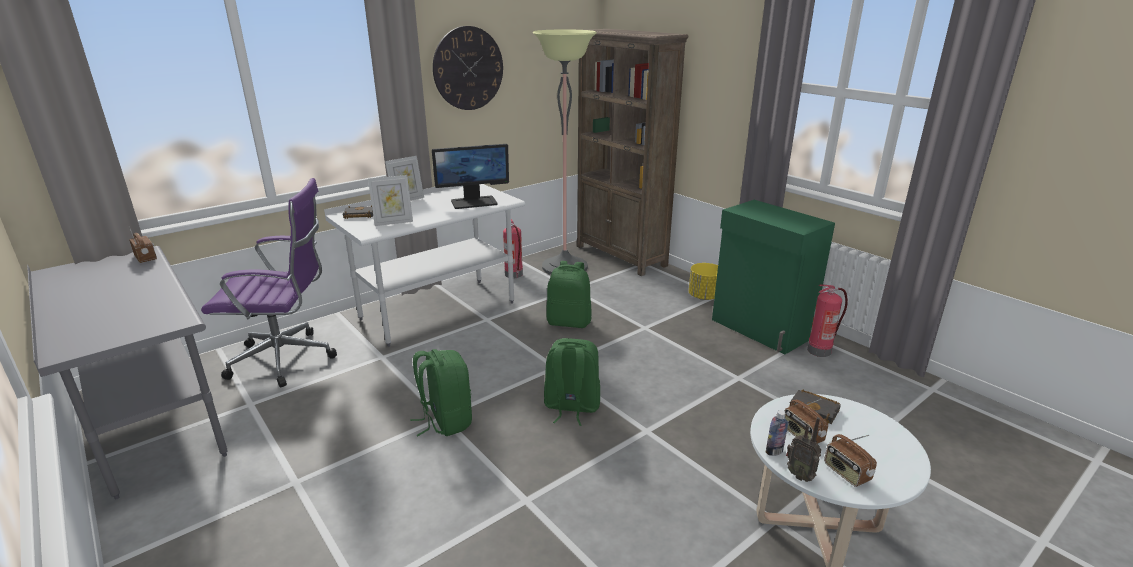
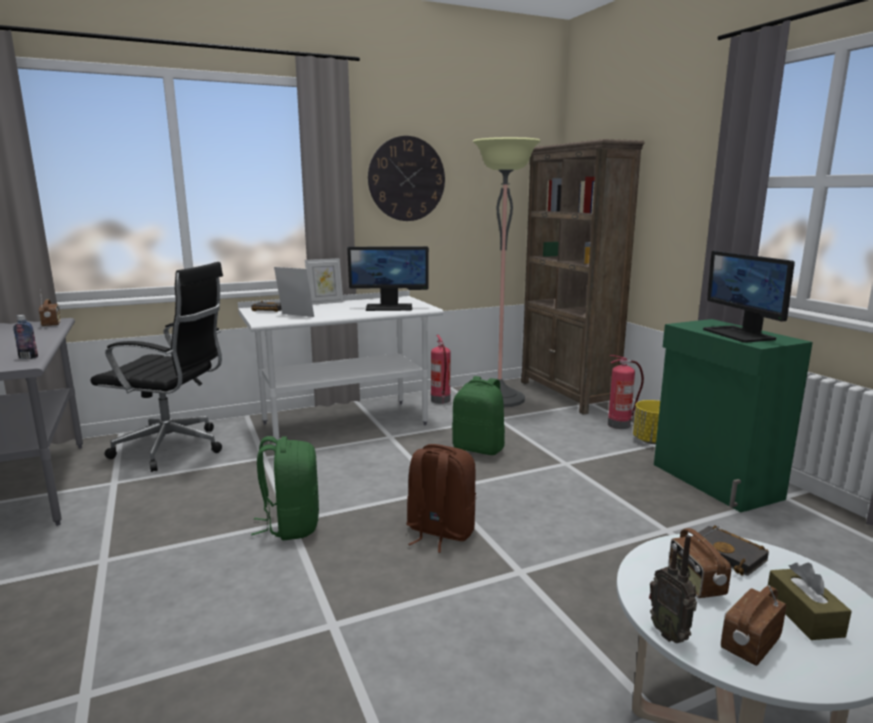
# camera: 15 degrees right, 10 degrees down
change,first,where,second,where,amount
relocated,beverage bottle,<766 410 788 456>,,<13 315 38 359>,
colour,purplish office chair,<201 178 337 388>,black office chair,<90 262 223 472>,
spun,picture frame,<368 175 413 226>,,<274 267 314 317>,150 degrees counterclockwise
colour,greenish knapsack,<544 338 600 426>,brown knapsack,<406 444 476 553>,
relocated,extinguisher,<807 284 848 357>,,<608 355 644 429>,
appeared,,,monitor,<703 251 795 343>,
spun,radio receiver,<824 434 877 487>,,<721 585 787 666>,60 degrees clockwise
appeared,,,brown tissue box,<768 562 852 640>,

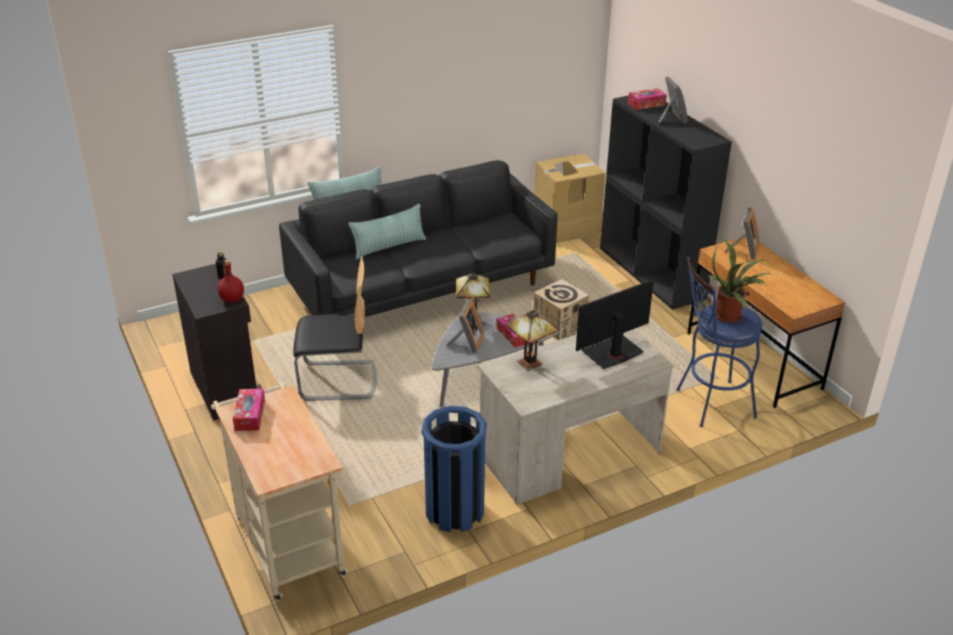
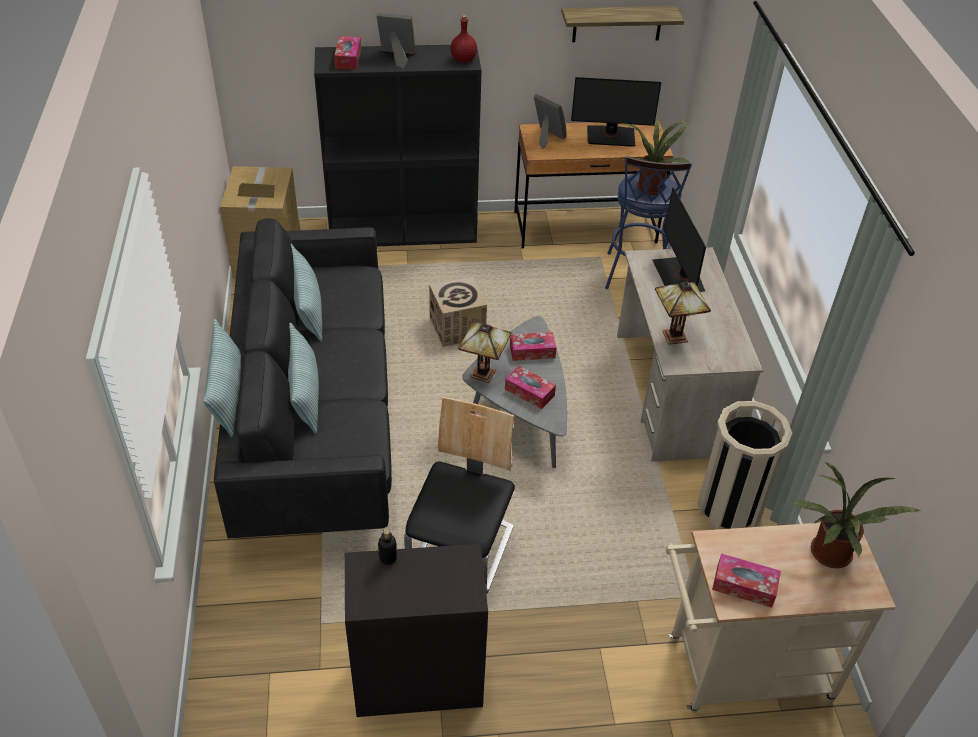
# camera: 70 degrees left, 10 degrees up
change,first,where,second,where,amount
appeared,,,pillow,<291 244 322 342>,
relocated,red beverage bottle,<218 260 244 303>,,<451 15 477 62>,
exchanged,picture frame,<447 299 484 353>,tissue box,<505 366 556 409>,
appeared,,,wall shelf,<561 6 684 42>,
appeared,,,monitor,<571 77 661 147>,
colour,bluish rubbish bin,<421 406 487 532>,beige rubbish bin,<698 401 792 529>,
appeared,,,plant in a pot,<793 462 921 568>,

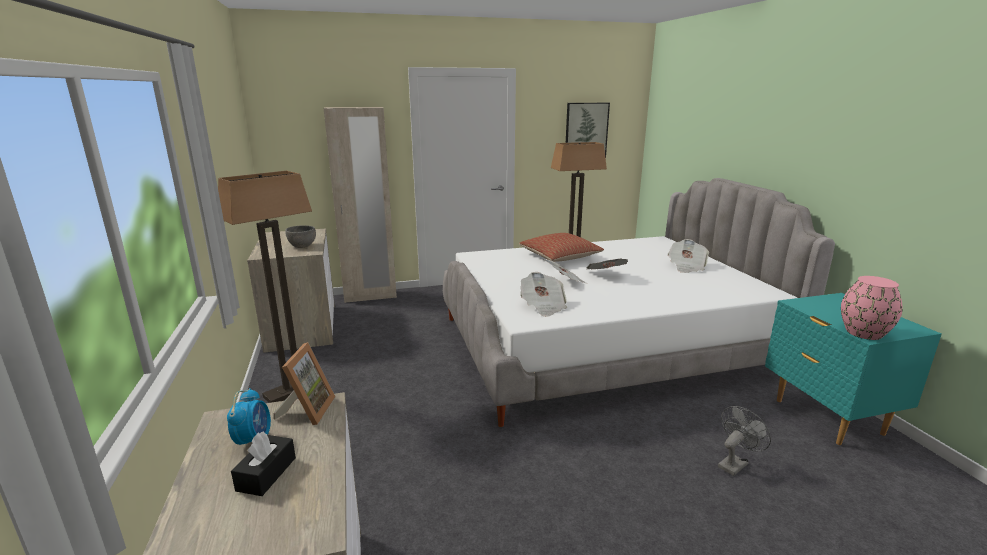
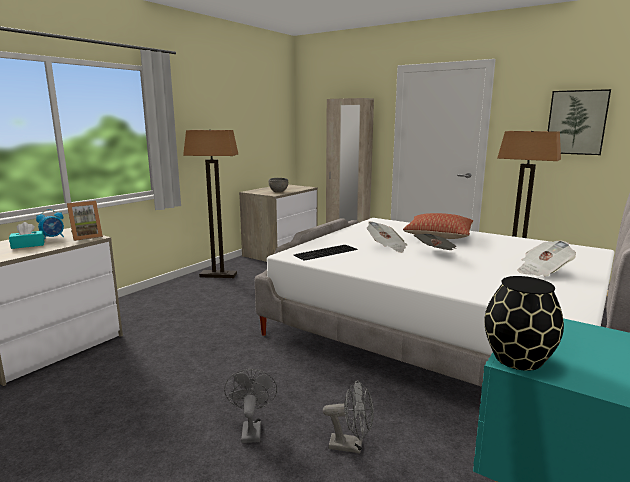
# camera: 50 degrees right, 5 degrees down
change,first,where,second,where,amount
colour,black tissue box,<231 432 296 496>,turquoise-coloured tissue box,<9 222 44 249>,
appeared,,,gray cooling fan,<224 369 277 443>,
exchanged,daily paper,<520 272 567 317>,computer keyboard,<294 245 357 261>,
colour,pink vase,<841 276 903 340>,black vase,<484 276 564 371>,

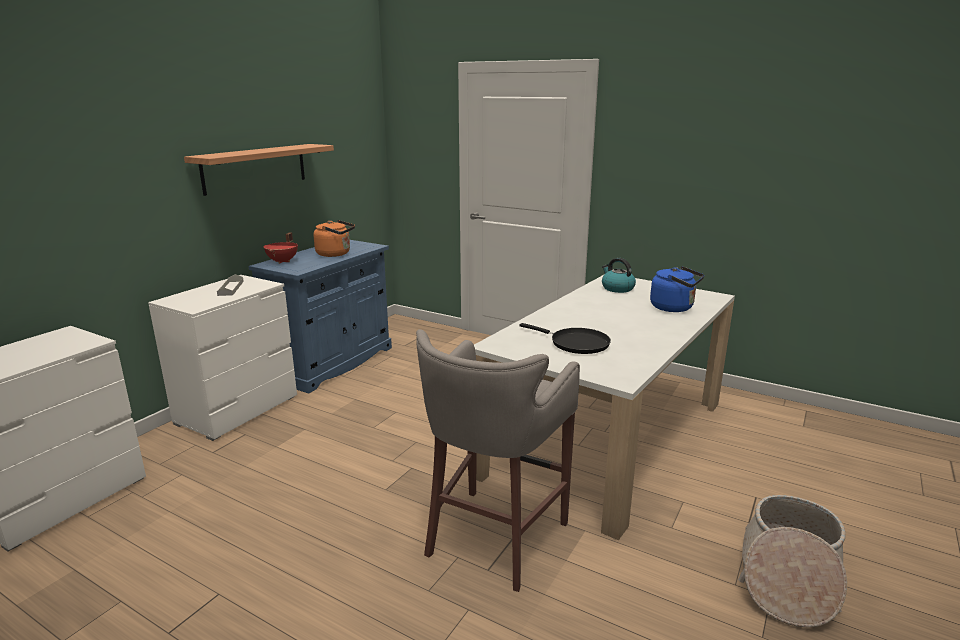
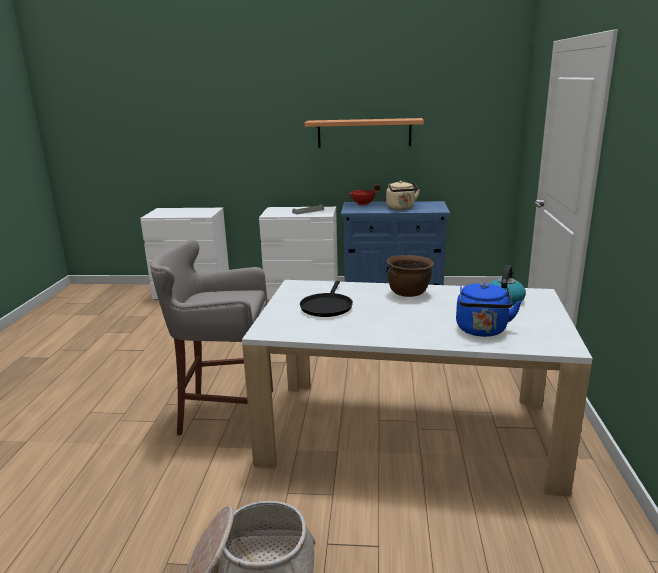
# camera: 65 degrees right, 0 degrees up
change,first,where,second,where,amount
colour,orangey water kettle,<313 220 355 257>,beige water kettle,<386 180 420 210>,
appeared,,,brown saucepot,<387 255 434 297>,

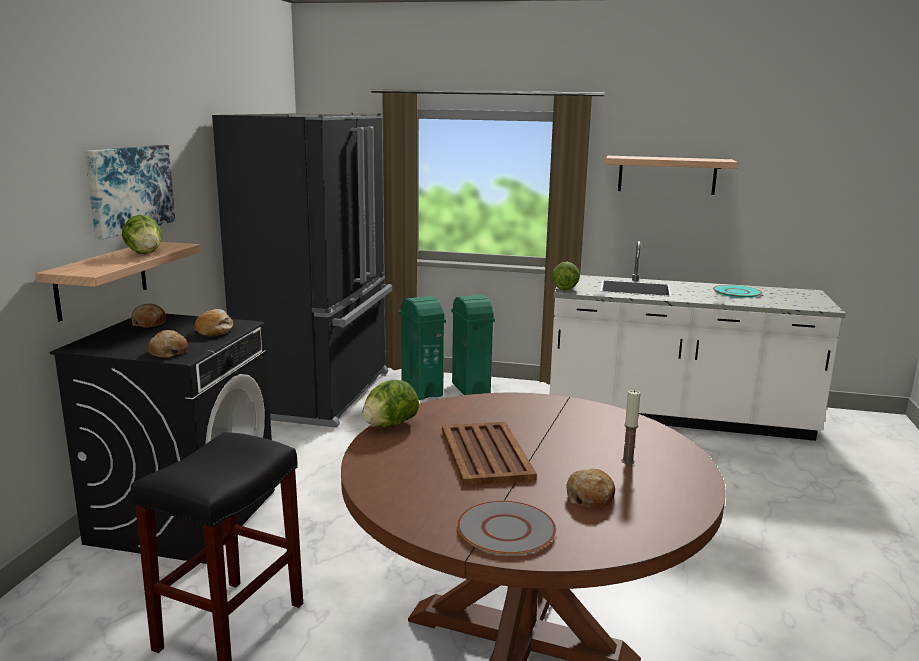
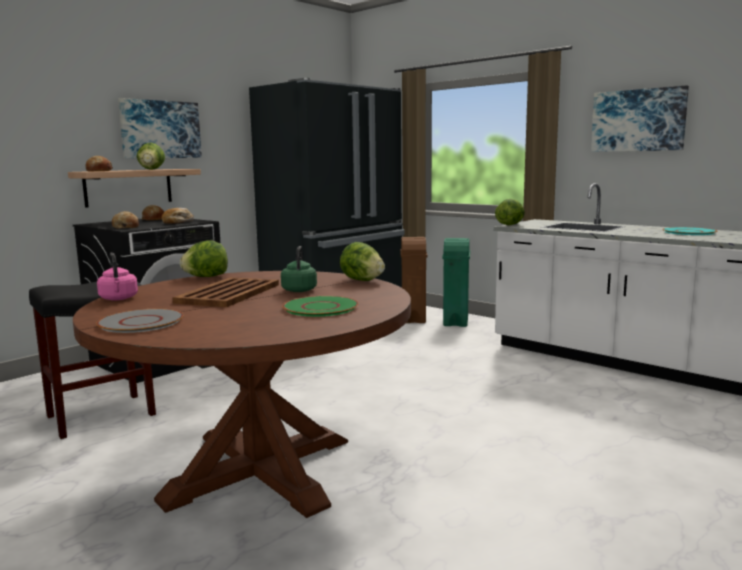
# camera: 30 degrees right, 5 degrees down
change,first,where,second,where,amount
relocated,bakery bread,<566 469 615 509>,,<85 156 113 171>,
appeared,,,pink water kettle,<97 252 138 300>,
appeared,,,greenish water kettle,<281 246 317 292>,
exchanged,wax candle,<621 390 640 465>,greenish dinner plate,<282 296 359 317>,
appeared,,,lettuce head,<340 242 385 281>,
colour,greenish rubbish bin,<399 296 446 400>,brown rubbish bin,<400 237 427 323>,
exchanged,wall shelf,<605 156 738 195>,picture,<591 85 689 152>,

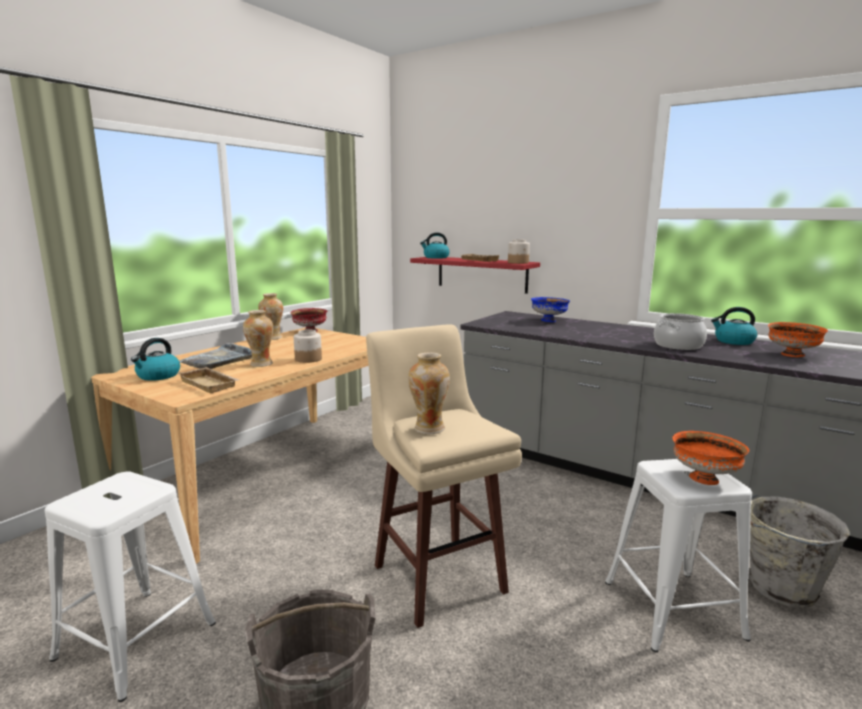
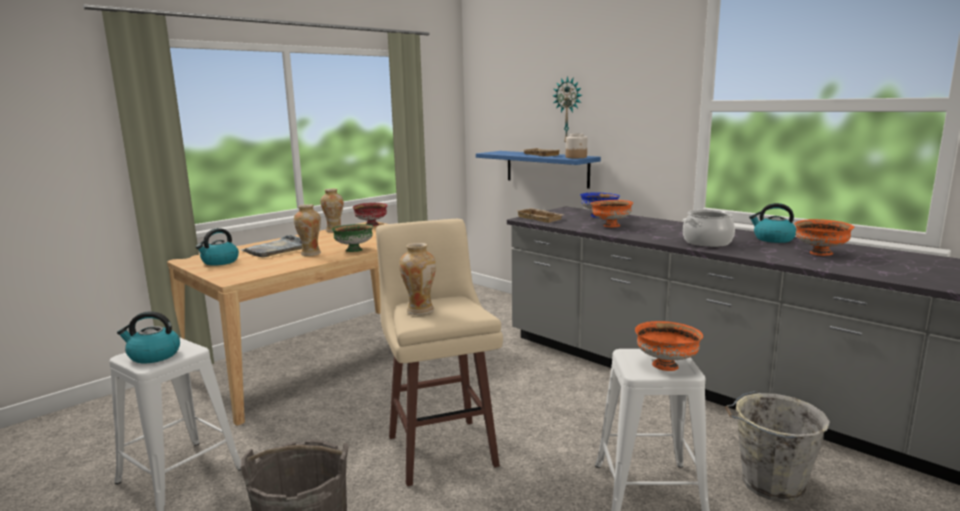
# camera: 10 degrees right, 0 degrees up
change,first,where,second,where,amount
relocated,water kettle,<420 232 450 259>,,<117 311 180 363>,
exchanged,preserve jar,<294 329 322 363>,greenish bowl,<332 224 373 252>,
colour,red wall shelf,<410 257 540 294>,bluish wall shelf,<476 151 601 189>,
relocated,beige carrying tray,<178 367 239 393>,,<516 208 563 223>,
appeared,,,hanging clock,<553 76 582 142>,
appeared,,,orangey bowl,<590 200 633 227>,

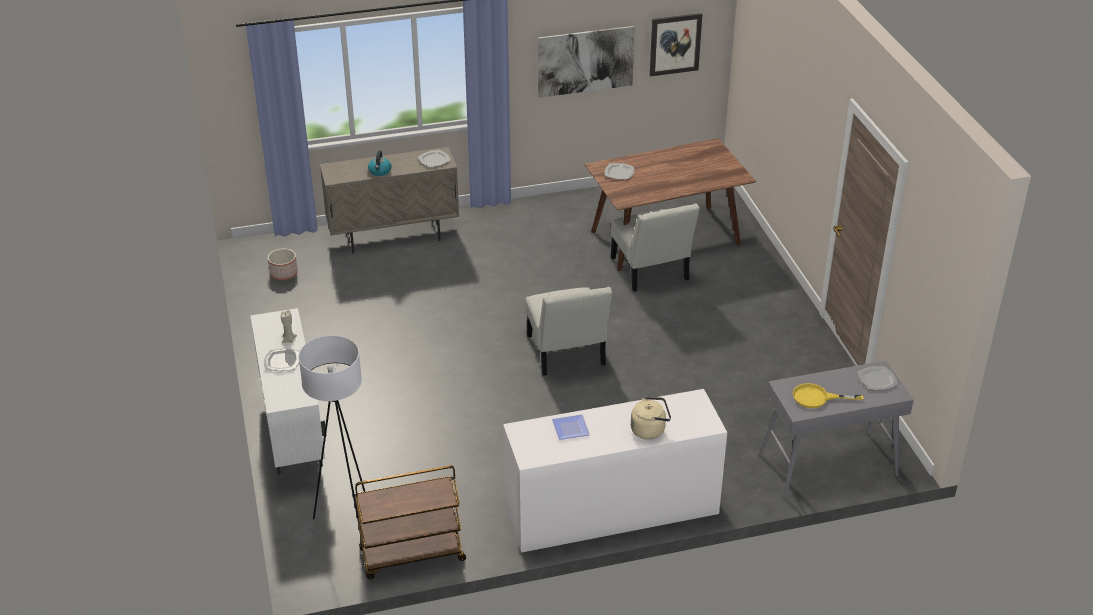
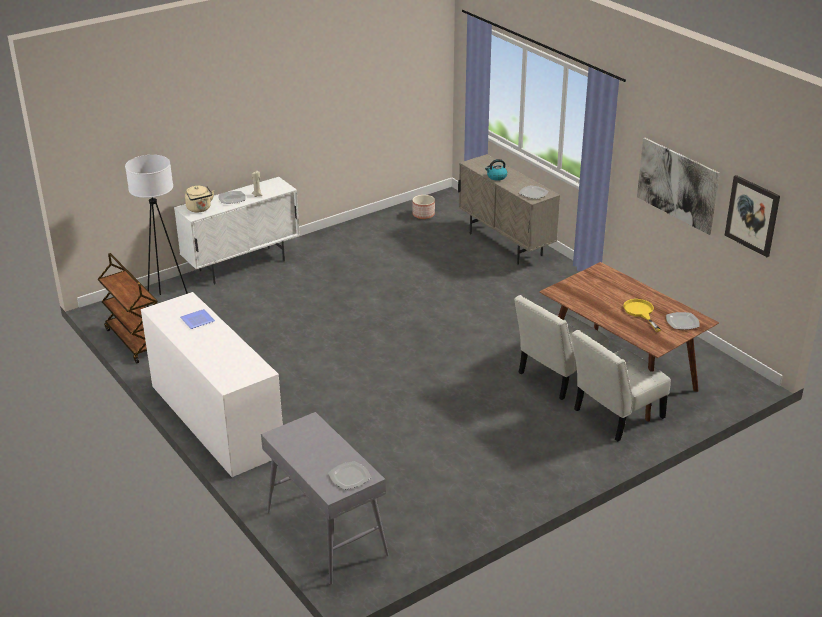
# camera: 70 degrees right, 5 degrees down
change,first,where,second,where,amount
relocated,beige water kettle,<631 397 671 440>,,<185 186 214 212>,
relocated,white plain chair,<525 287 612 376>,,<572 330 671 441>,
relocated,yellow-coloured frying pan,<793 383 864 408>,,<623 299 661 332>,
relocated,dinner plate,<605 163 634 179>,,<666 312 700 330>,

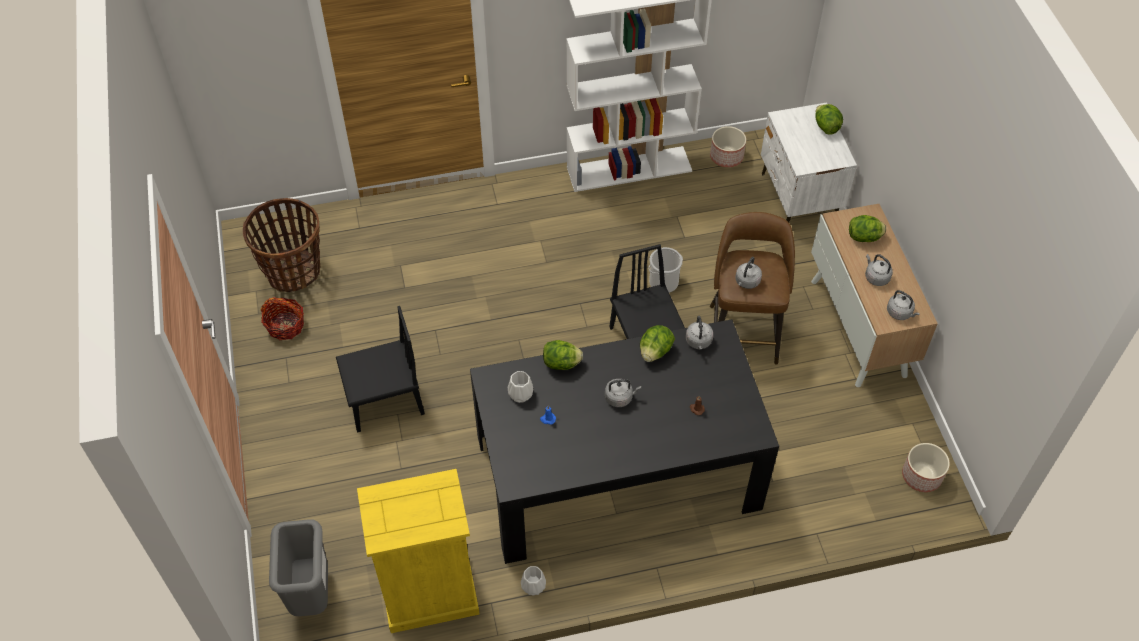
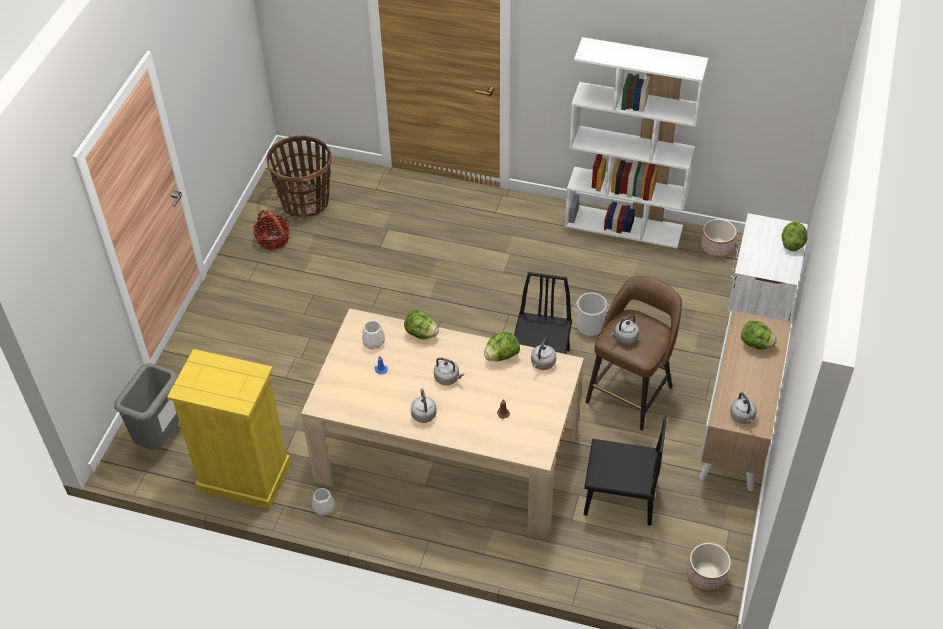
# camera: 30 degrees right, 5 degrees down
change,first,where,second,where,amount
colour,black dinner table,<470 319 779 564>,beige dinner table,<301 308 584 538>,
relocated,gray water kettle,<865 254 893 286>,,<411 388 437 423>,
relocated,black plain chair,<336 306 425 433>,,<584 416 667 526>,

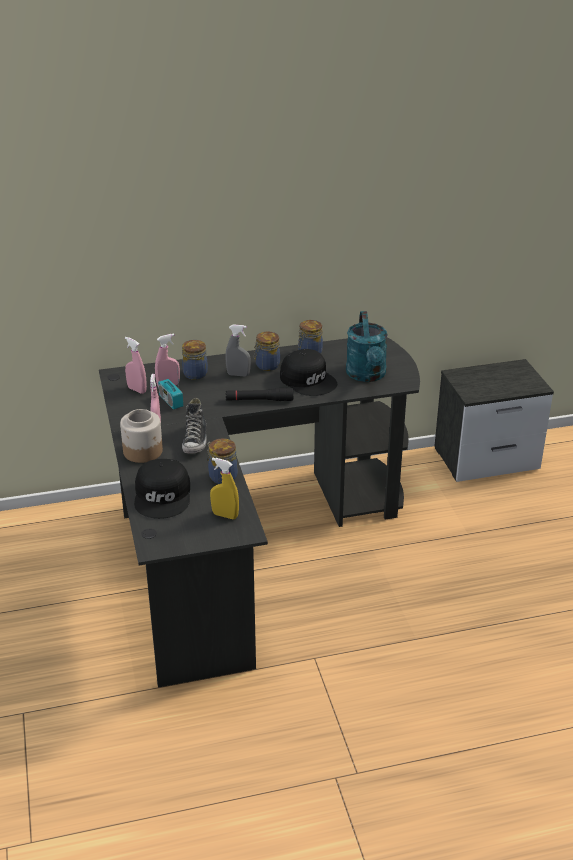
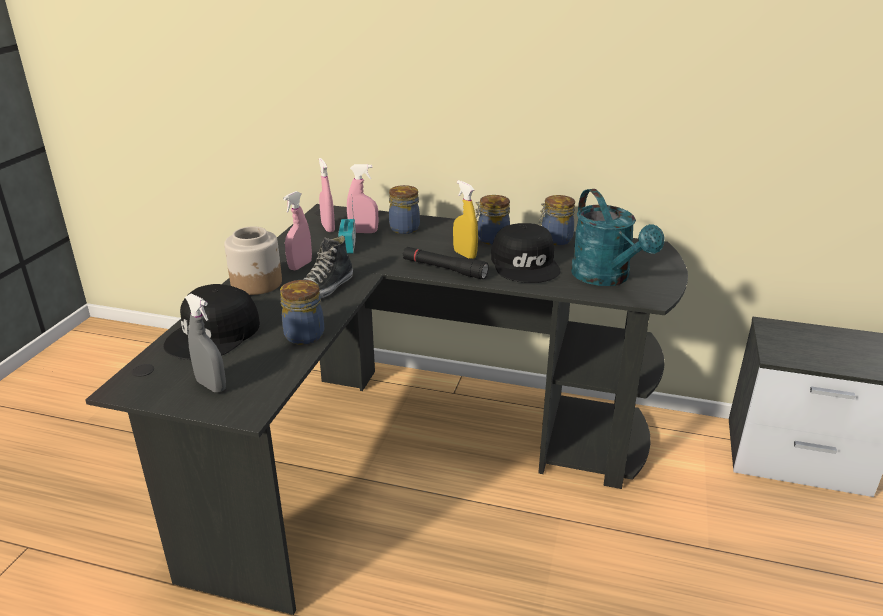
# camera: 30 degrees right, 5 degrees down
change,first,where,second,where,amount
relocated,gray hand sprayer,<226 325 251 376>,,<185 293 226 392>,
relocated,yellow-coloured hand sprayer,<210 458 239 519>,,<453 180 478 259>,
spun,turquoise-coloured watering pot,<346 311 388 382>,,<571 189 665 286>,45 degrees counterclockwise

